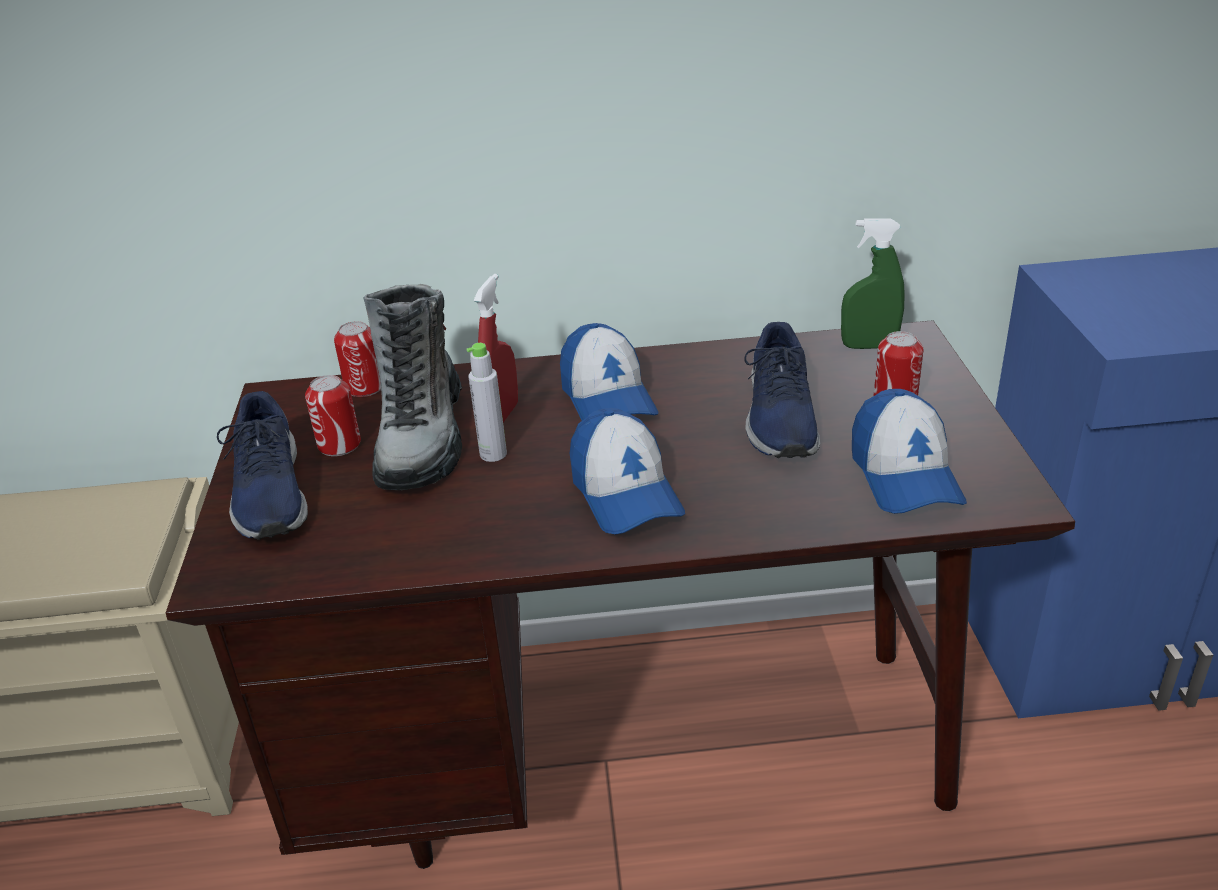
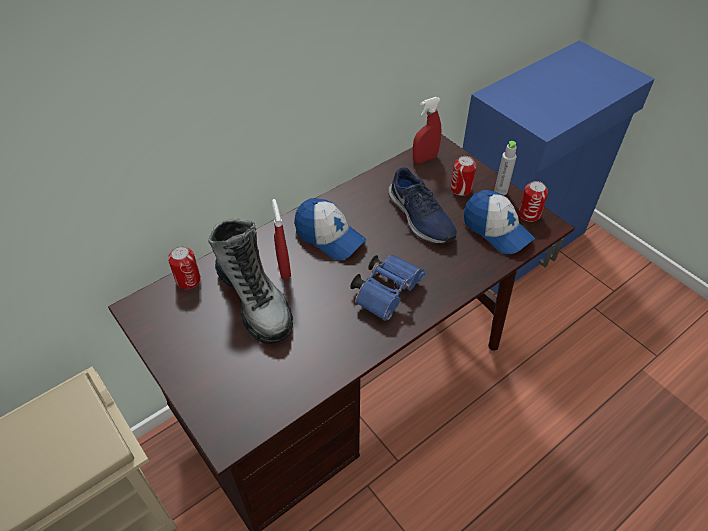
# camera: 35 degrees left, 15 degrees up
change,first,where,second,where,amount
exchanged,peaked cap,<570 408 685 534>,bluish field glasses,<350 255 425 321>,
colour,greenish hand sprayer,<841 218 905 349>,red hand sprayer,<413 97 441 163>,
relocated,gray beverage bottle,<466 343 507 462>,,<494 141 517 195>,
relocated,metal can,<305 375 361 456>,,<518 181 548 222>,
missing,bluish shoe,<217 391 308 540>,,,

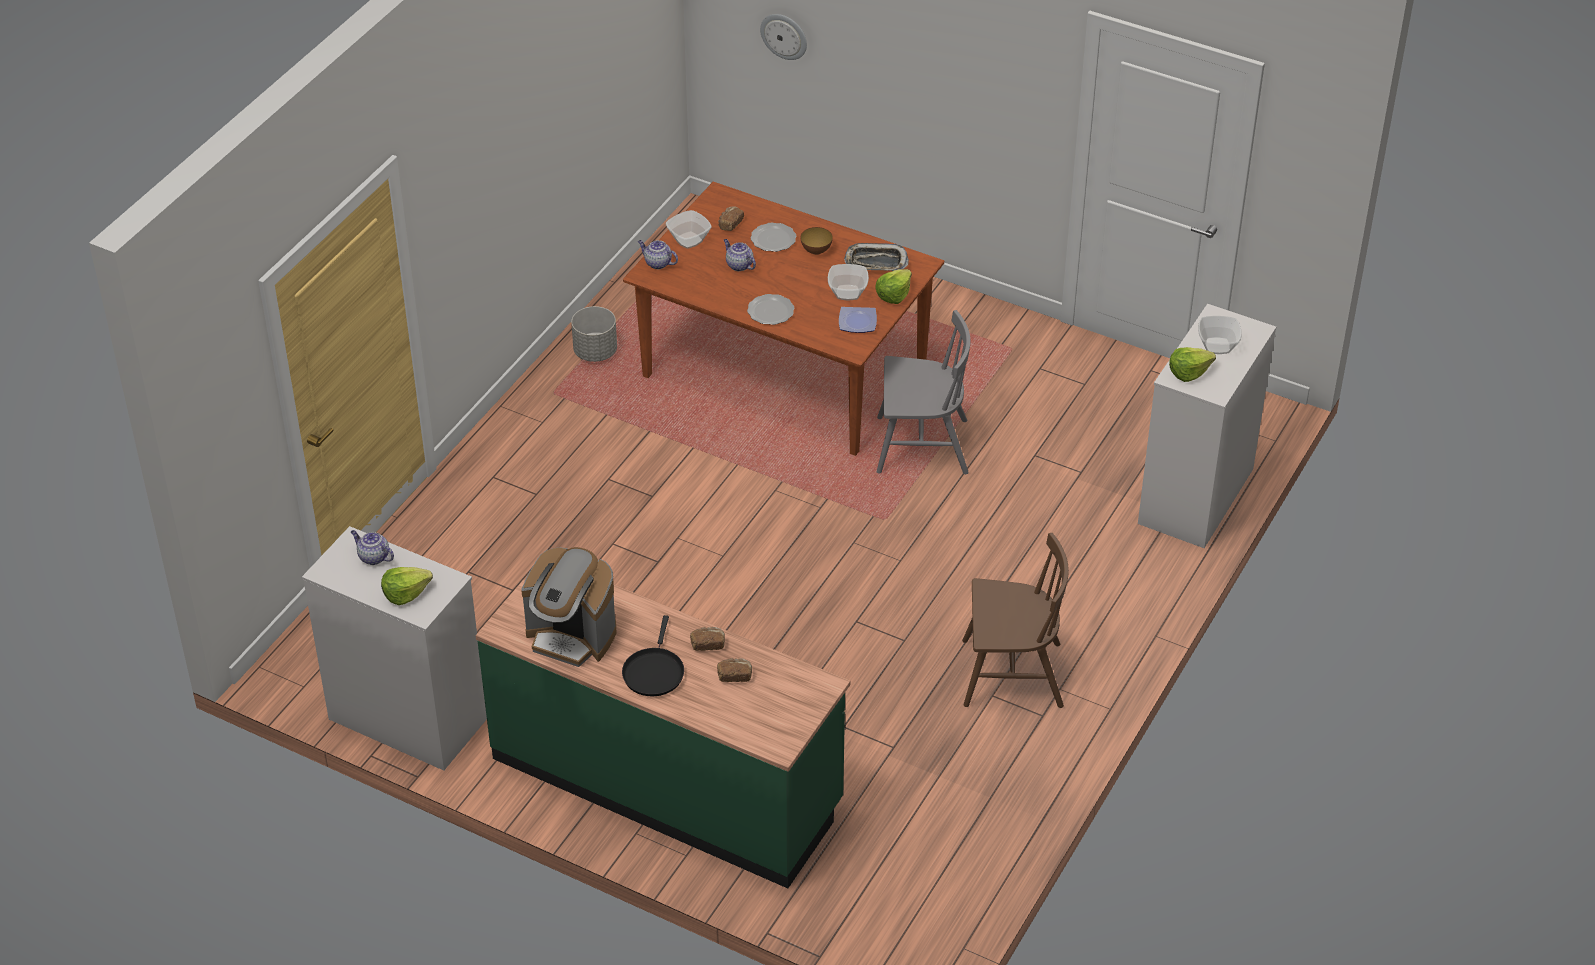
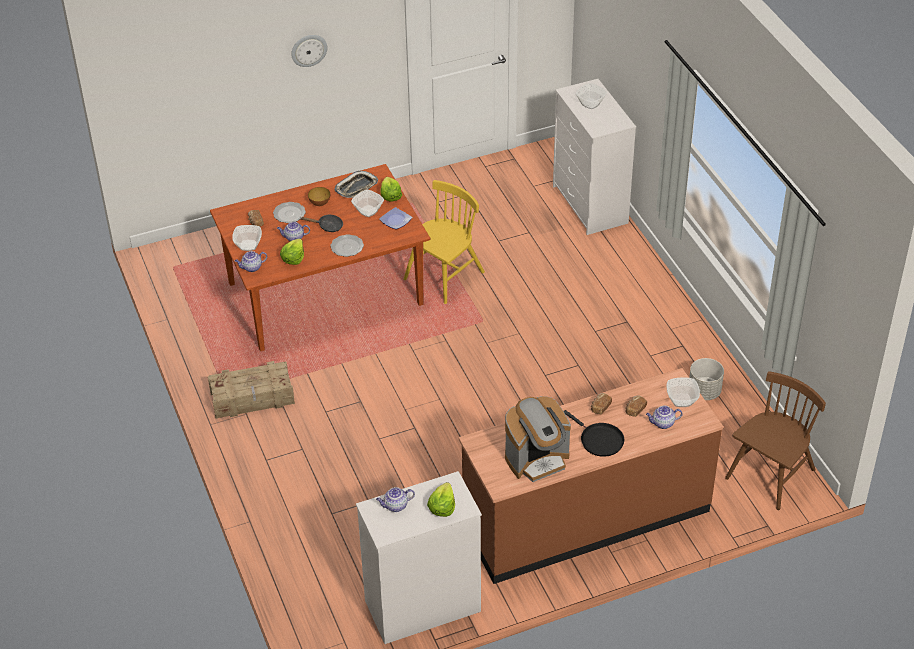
# camera: 50 degrees left, 0 degrees up
change,first,where,second,where,amount
appeared,,,crate,<208 361 295 419>,
relocated,lettuce head,<1169 347 1216 382>,,<280 238 304 265>,
relocated,hanging clock,<760 14 807 60>,,<291 35 327 67>,
appeared,,,black frying pan,<301 215 343 232>,
colour,gray plain chair,<877 310 970 474>,yellow-coloured plain chair,<403 180 485 304>,
colour,greenish counter,<476 575 850 888>,brown counter,<459 368 723 584>,
appeared,,,teapot,<646 406 683 429>,
appeared,,,bowl,<667 377 700 407>,
relocated,gray planter,<571 306 617 362>,,<689 358 724 400>,
relocated,brown plain chair,<962 533 1069 708>,,<725 371 826 510>,

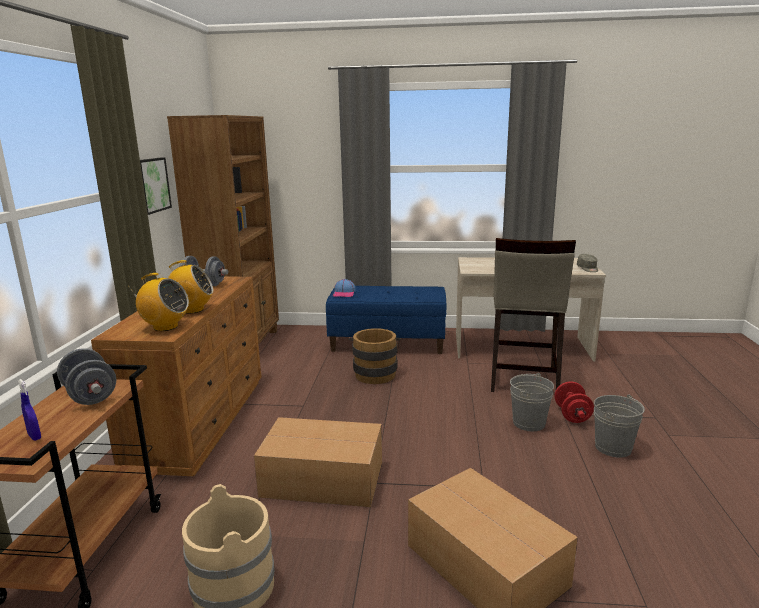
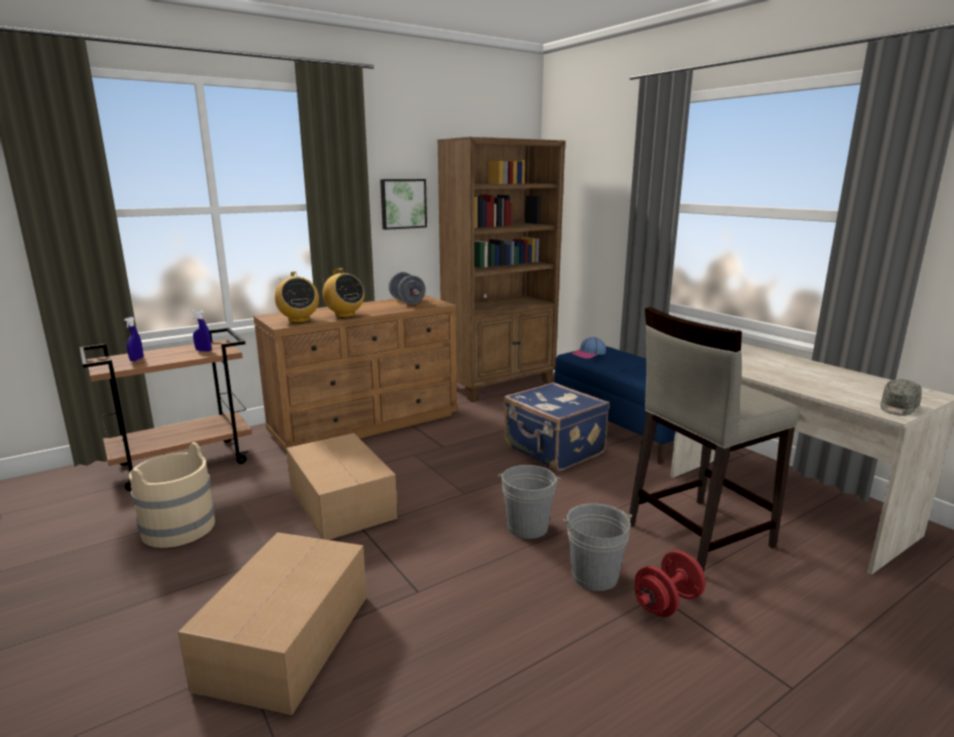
# camera: 50 degrees right, 0 degrees up
change,first,where,second,where,amount
exchanged,gray free weight,<57 348 116 405>,bluish hand sprayer,<191 310 212 351>,
relocated,gray water bucket,<594 394 645 457>,,<498 465 561 539>,
exchanged,brown water bucket,<348 328 401 384>,bluish piece of luggage,<503 382 610 471>,

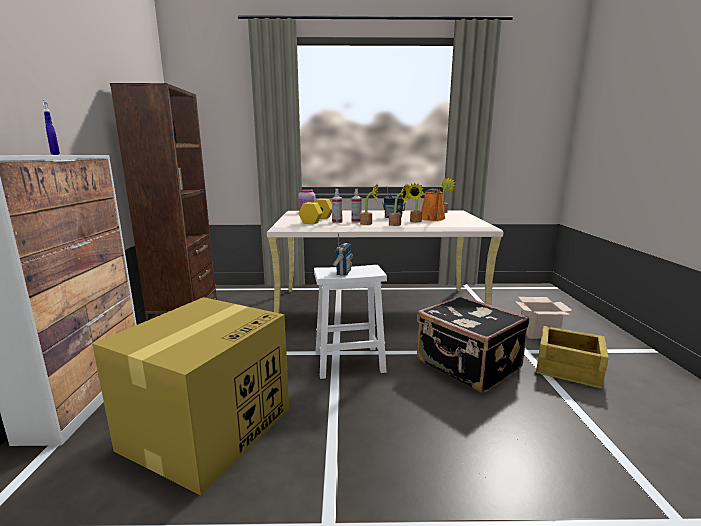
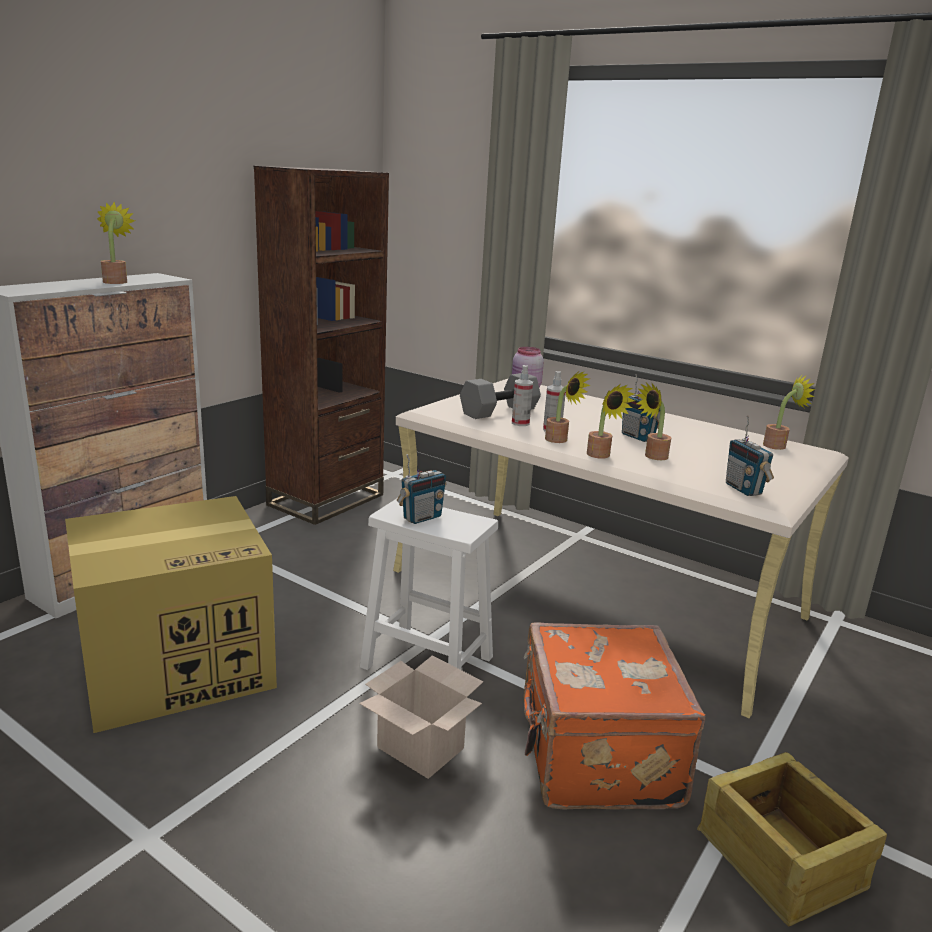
# camera: 35 degrees right, 5 degrees up
change,first,where,second,where,amount
exchanged,bluish hand sprayer,<43 100 60 155>,plant in a pot,<97 201 135 284>,
relocated,cardboard box,<515 297 573 338>,,<359 656 484 779>,
colour,yellow-coloured free weight,<299 199 332 224>,gray free weight,<460 373 541 419>,
colour,black piece of luggage,<417 295 529 393>,orangey piece of luggage,<523 622 706 810>,
appeared,,,radio receiver,<726 416 774 496>,
missing,orangey watering pot,<421 188 446 221>,,,

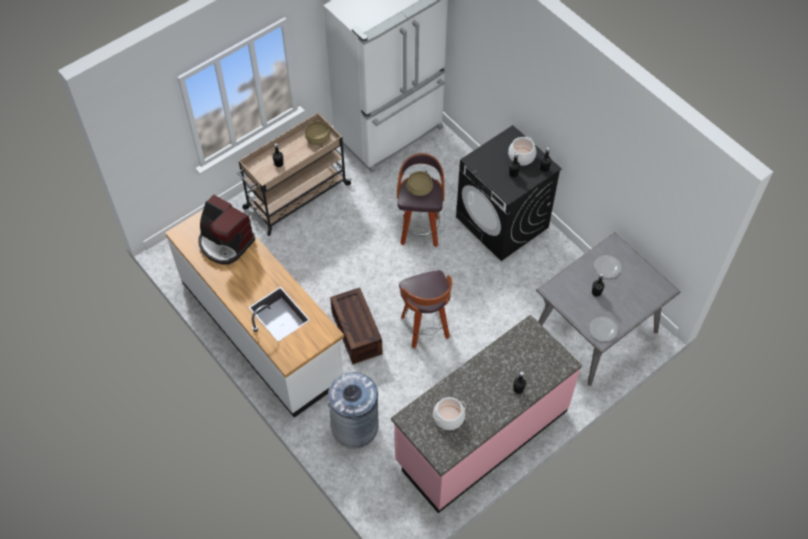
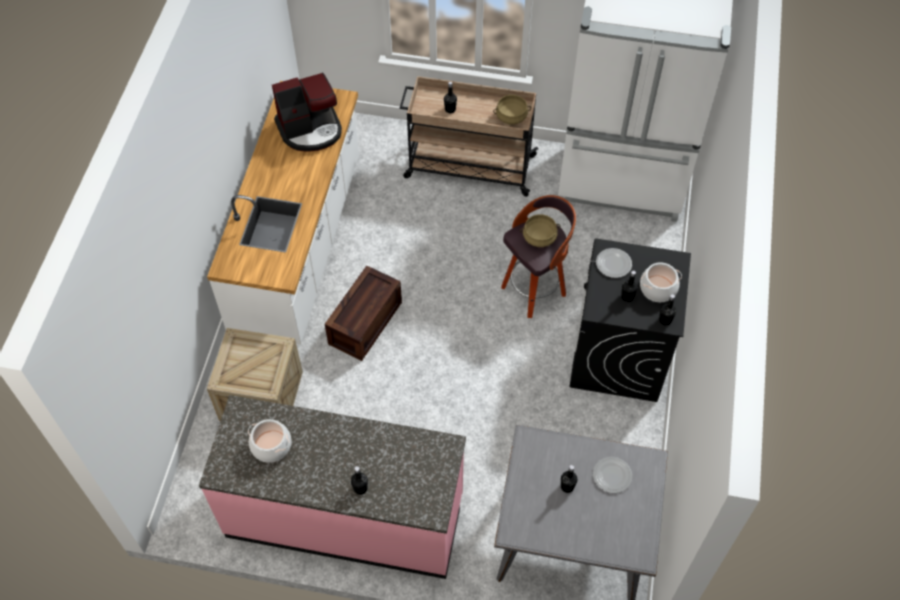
# camera: 50 degrees right, 0 degrees up
change,first,where,second,where,amount
exchanged,gray rubbish bin,<328 372 378 449>,crate,<207 328 303 421>,
spun,coffee brewer,<199 195 255 264>,,<272 73 342 152>,105 degrees counterclockwise
relocated,dinner plate,<590 317 618 341>,,<596 248 632 278>,
missing,stool seat,<399 270 452 348>,,,

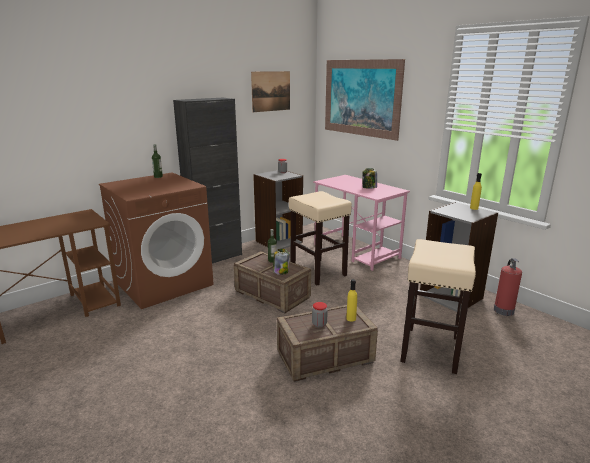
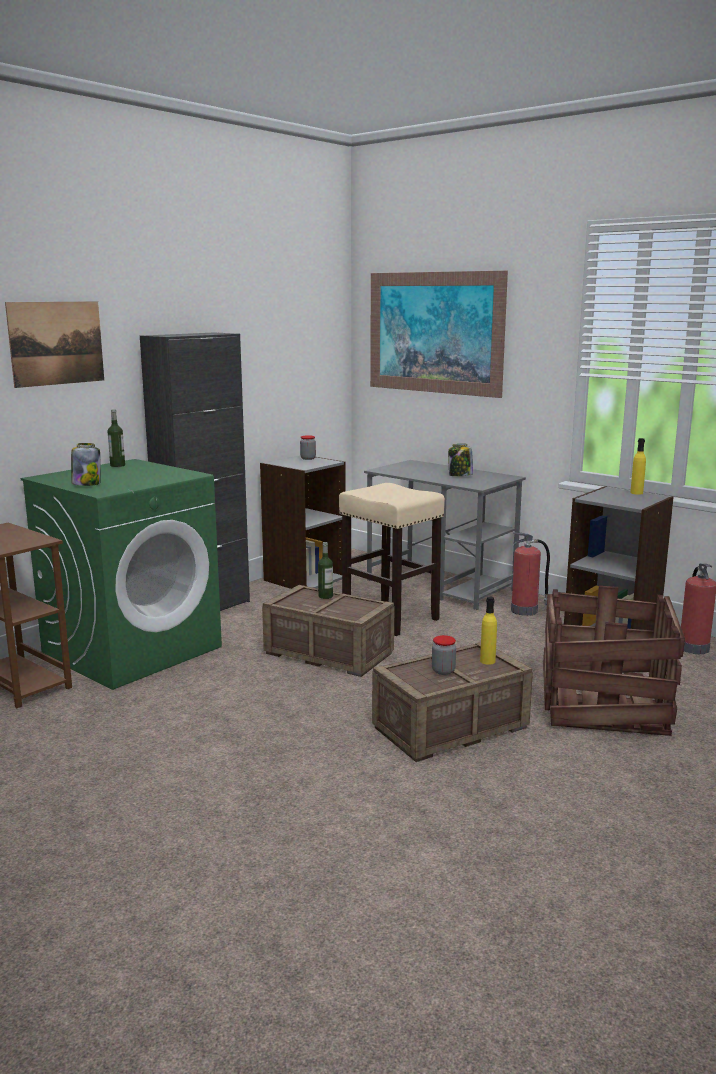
# camera: 10 degrees left, 5 degrees down
change,first,where,second,where,amount
relocated,picture,<251 71 290 112>,,<5 301 104 388>,
colour,brown laundry appliance,<99 172 214 309>,greenish laundry appliance,<21 459 222 690>,
relocated,preserve jar,<273 249 290 275>,,<71 443 101 486>,
colour,pink desk,<313 175 410 271>,gray desk,<364 460 526 610>,
appeared,,,extinguisher,<511 532 550 616>,
exchanged,beige stool seat,<400 239 476 374>,crate,<543 586 685 736>,

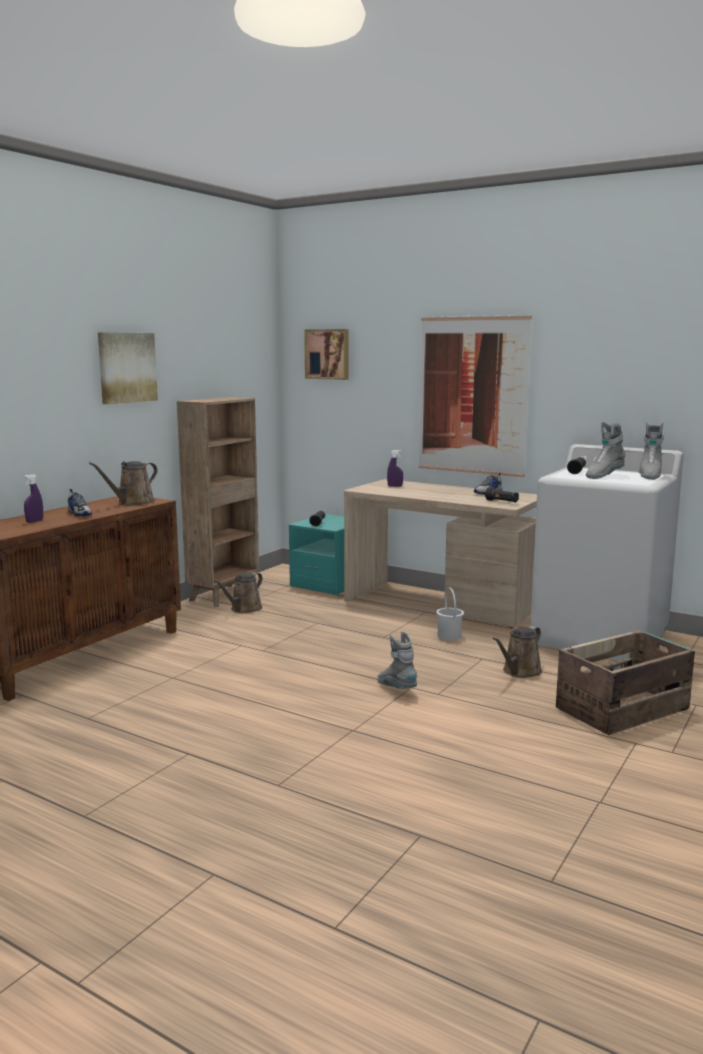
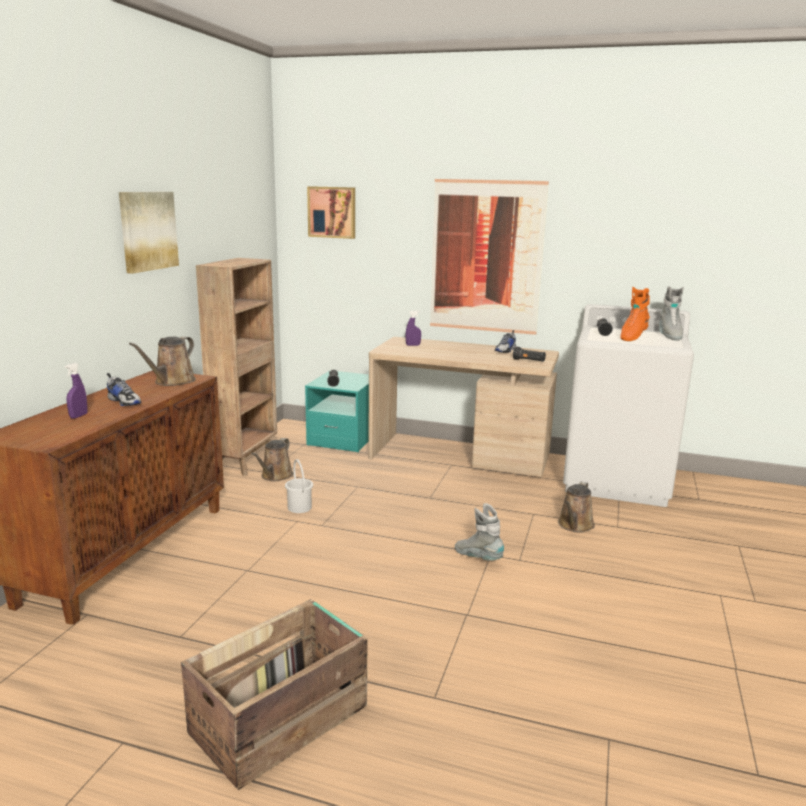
# camera: 15 degrees left, 5 degrees up
change,first,where,second,where,amount
relocated,crate,<556 630 695 735>,,<181 599 367 790>,
relocated,white water bucket,<436 587 464 640>,,<285 459 313 513>,
colour,gray boot,<586 422 626 479>,orangey boot,<620 287 650 341>,

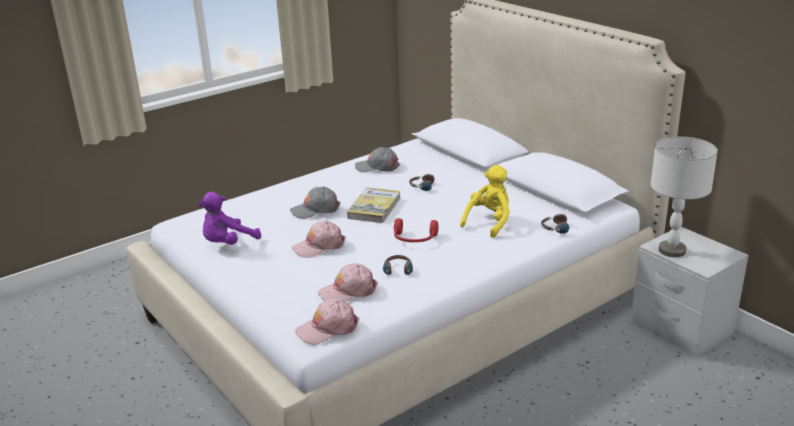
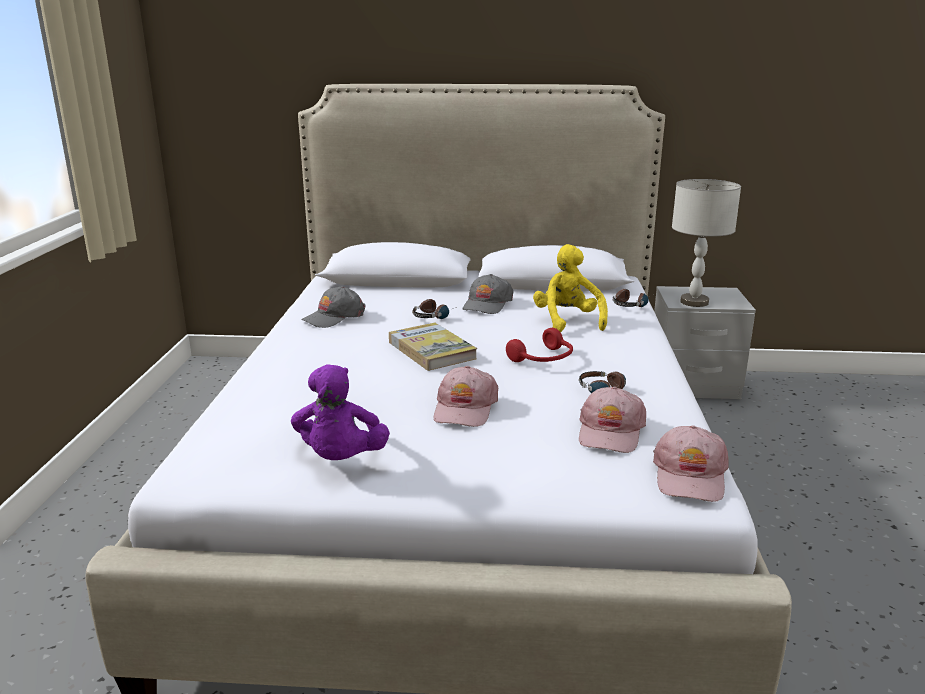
# camera: 50 degrees left, 5 degrees down
change,first,where,second,where,amount
relocated,gray peaked cap,<290 187 341 219>,,<463 274 514 314>,

